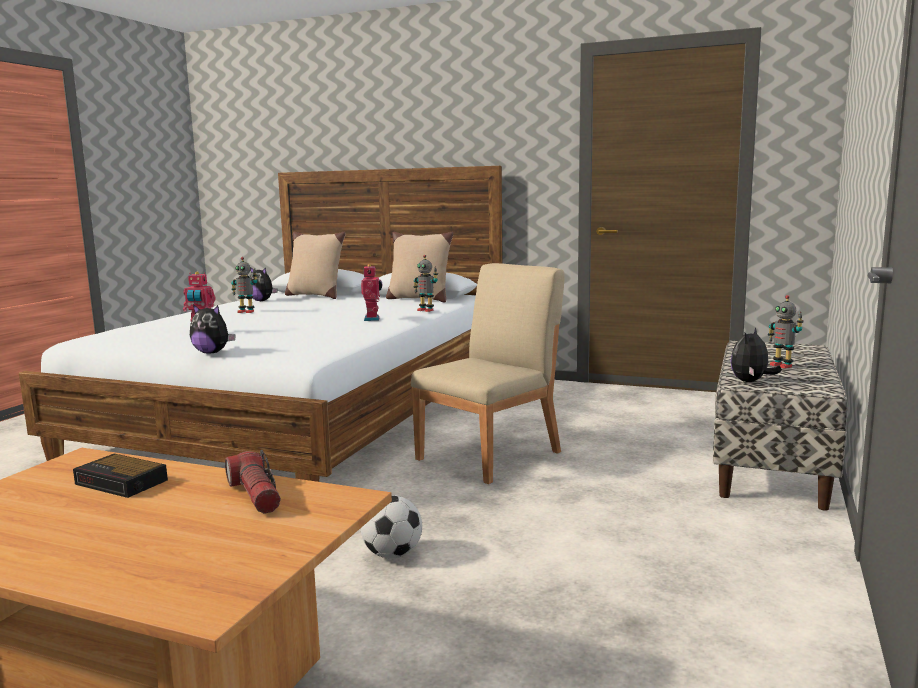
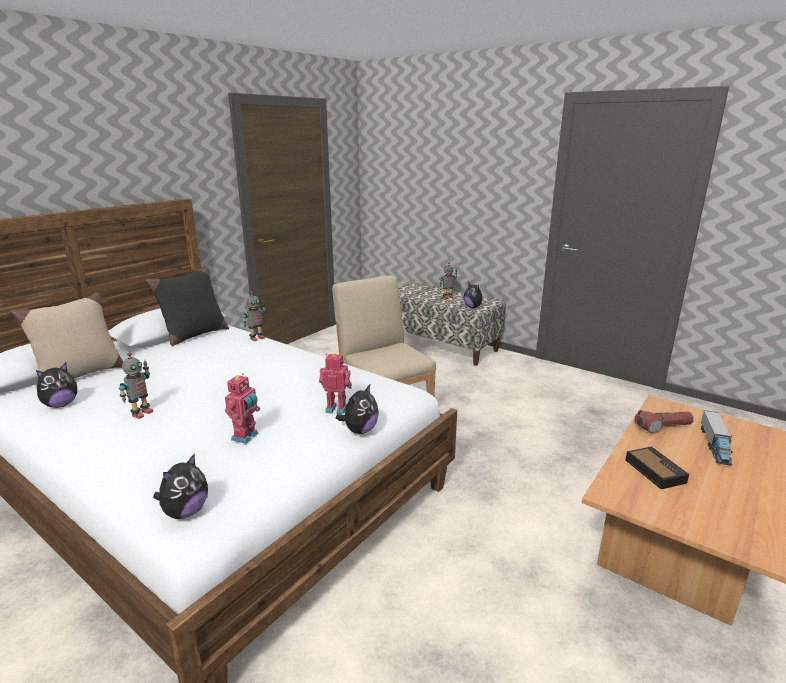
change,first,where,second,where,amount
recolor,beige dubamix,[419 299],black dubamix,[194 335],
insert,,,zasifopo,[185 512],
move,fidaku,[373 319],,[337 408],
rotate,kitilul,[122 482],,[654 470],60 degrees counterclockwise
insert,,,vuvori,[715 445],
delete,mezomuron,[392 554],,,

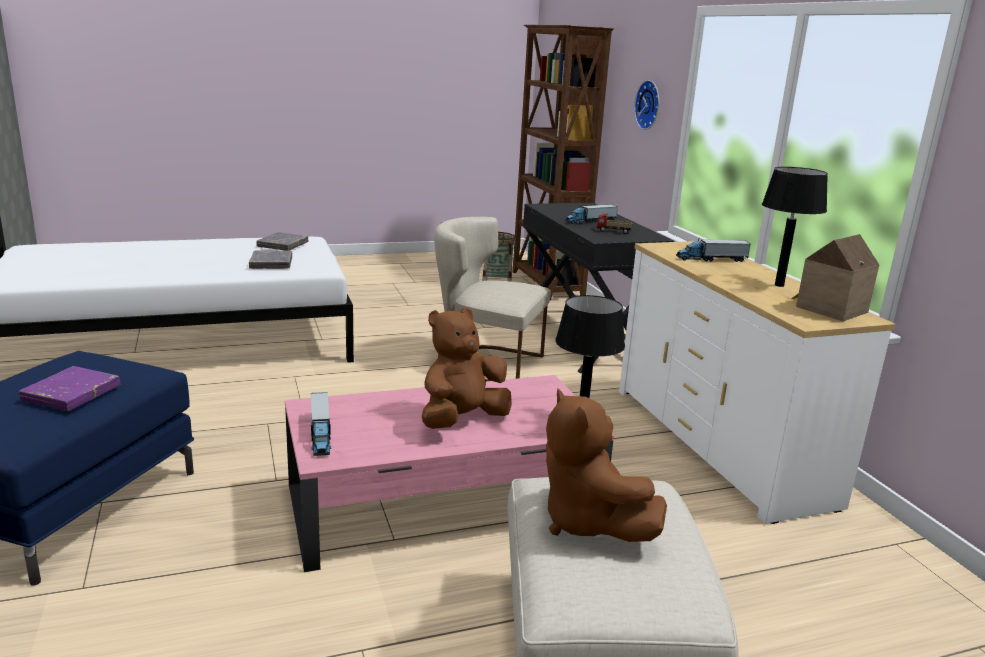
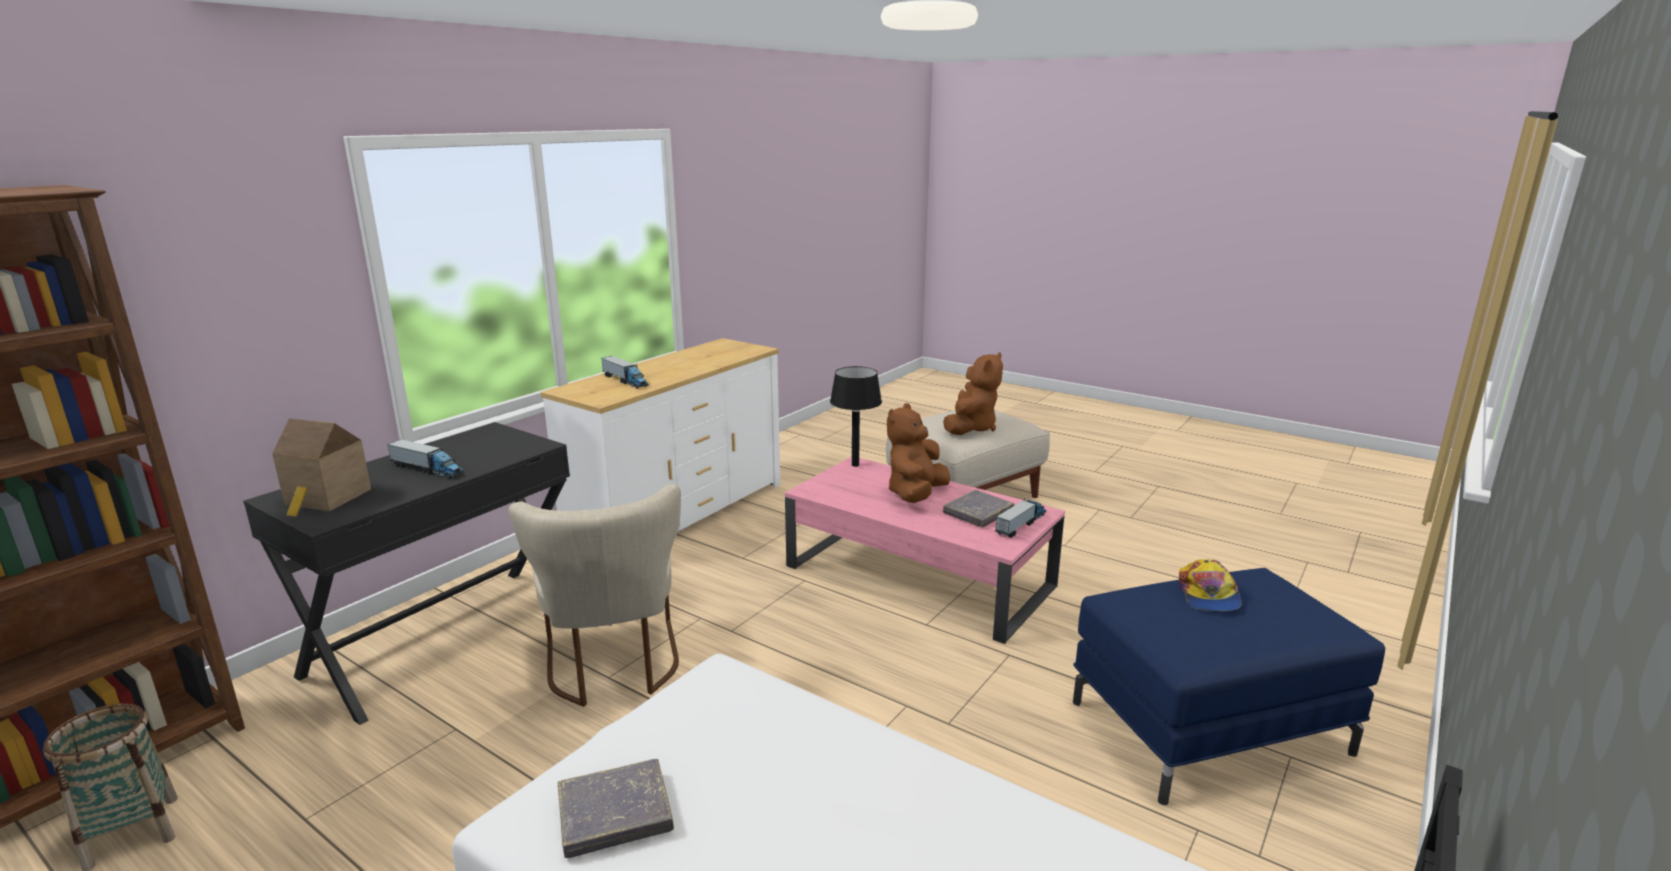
change,first,where,second,where,amount
move,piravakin,[828 309],,[326 498],
rotate,brown zasifopo,[462 420],,[916 495],105 degrees clockwise
move,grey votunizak,[271 263],,[978 513],
replace,purple votunizak,[71 394],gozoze,[1208 595],
delete,vuvori,[613 231],,,
delete,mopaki,[650 105],,,
delete,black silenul,[779 285],,,

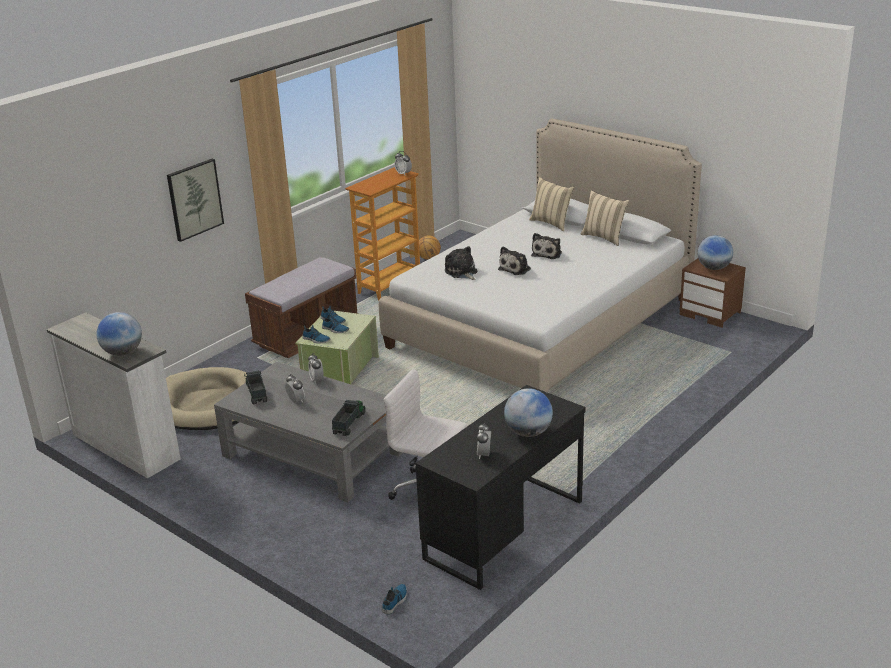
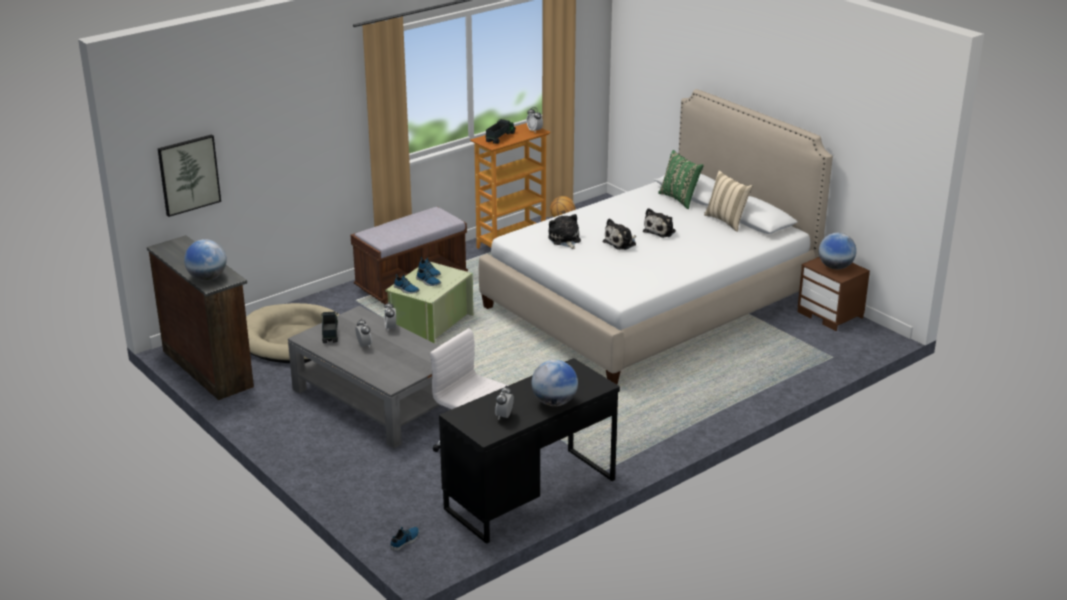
change,first,where,second,where,amount
recolor,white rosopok,[127 445],brown rosopok,[208 367],
move,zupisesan,[194 199],,[188 174],
move,vuvori,[349 423],,[500 137],
recolor,beige dubamix,[551 223],green dubamix,[680 199],

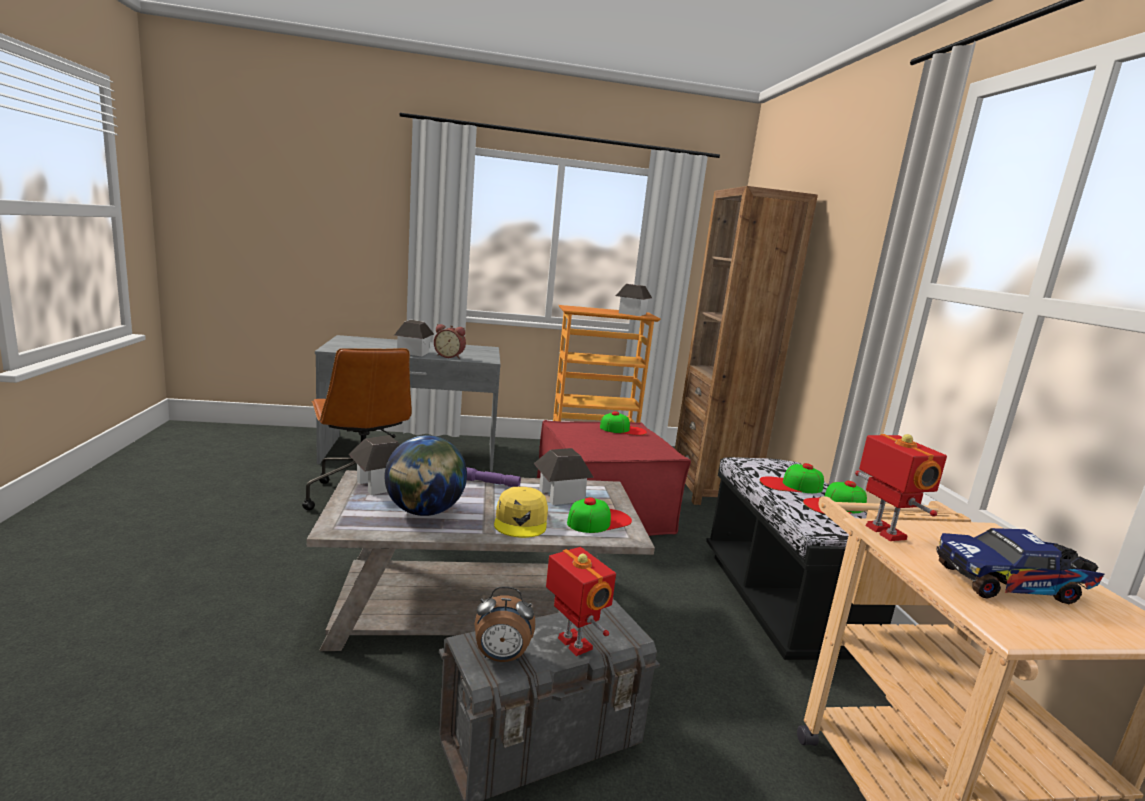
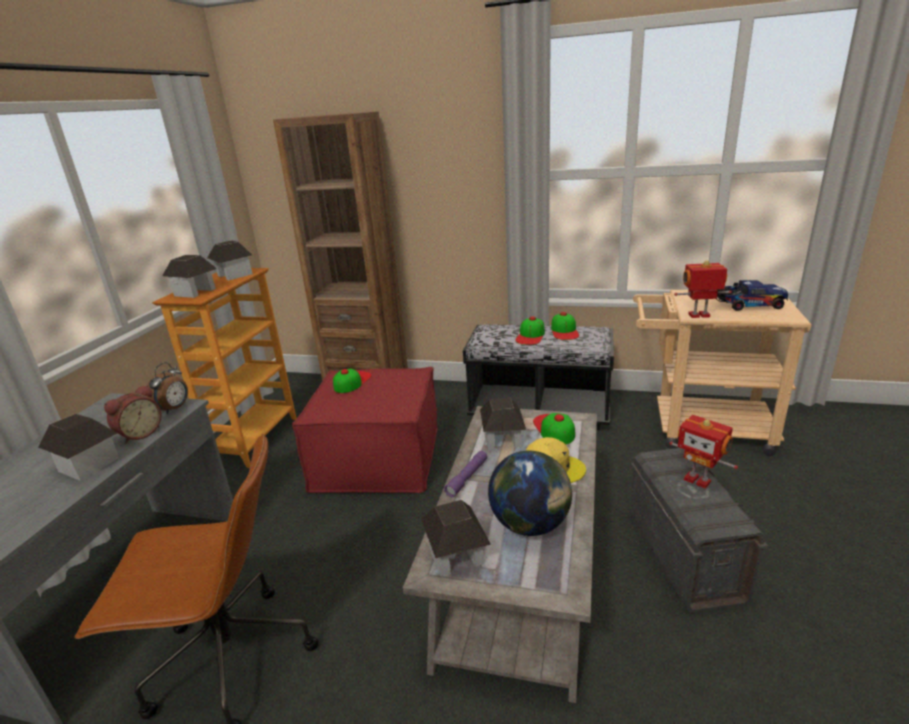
change,first,where,second,where,amount
move,kitilul,[501 657],,[174 409],
insert,,,piravakin,[195 292],
rotate,fidaku,[573 644],,[698 480],120 degrees counterclockwise
rotate,vuvori,[1012 585],,[747 306],105 degrees counterclockwise

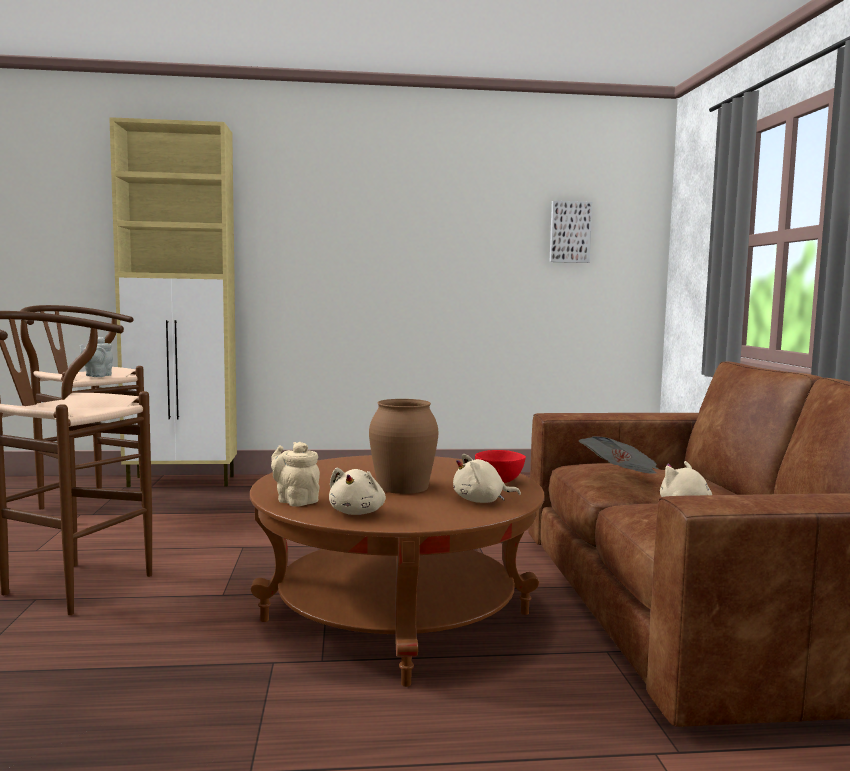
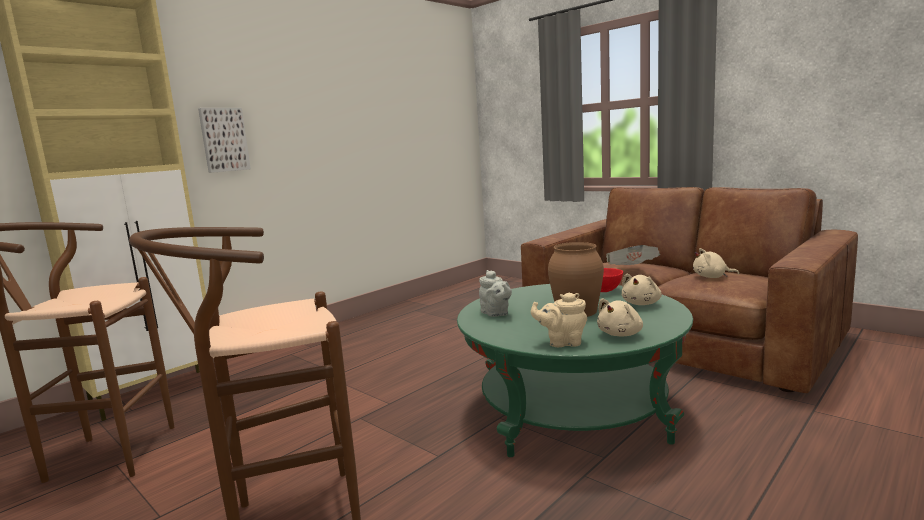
change,first,where,second,where,amount
move,zupisesan,[569 232],,[223 140],
recolor,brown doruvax,[396 616],green doruvax,[573 410],
move,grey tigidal,[97 376],,[496 313],
rotate,beige zasifopo,[358 512],,[621 334],75 degrees clockwise

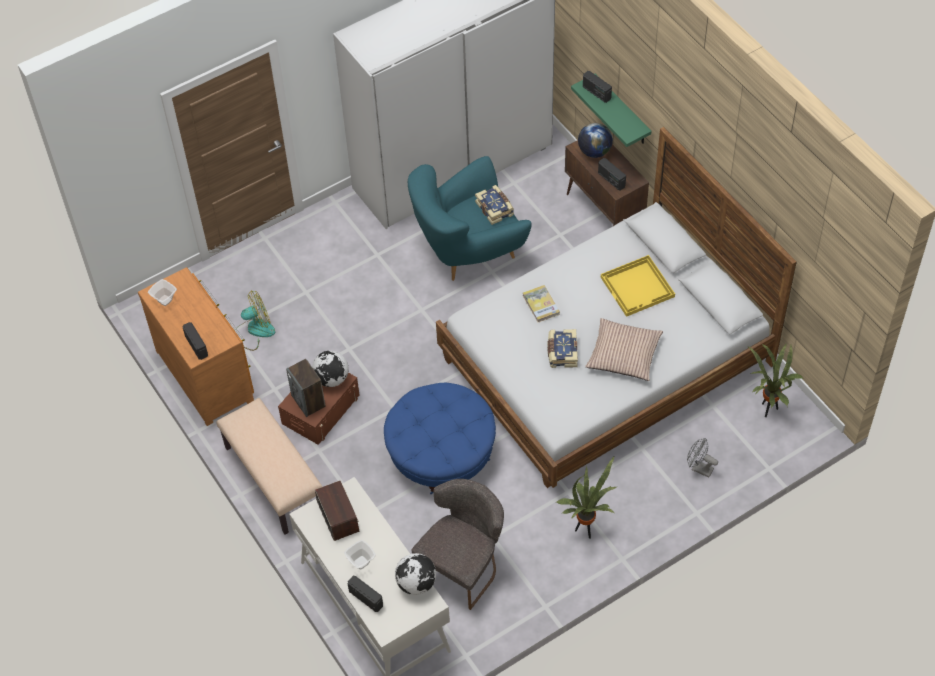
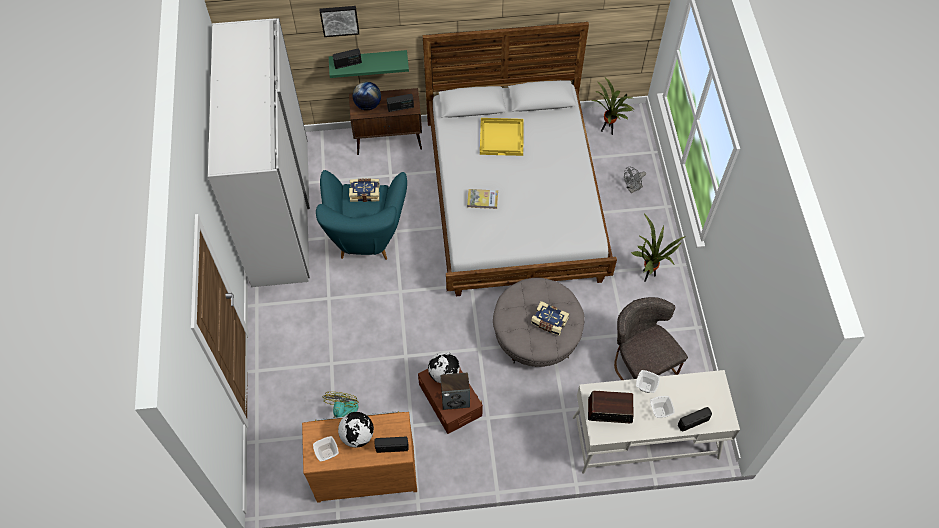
change,first,where,second,where,amount
insert,,,zupisesan,[339 20],
move,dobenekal,[416 583],,[357 435],
recolor,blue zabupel,[441 453],grey zabupel,[536 335],
move,votunizak,[562 352],,[549 322],
insert,,,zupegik,[645 386],
delete,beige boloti,[273 479],,,
delete,dubamix,[623 355],,,

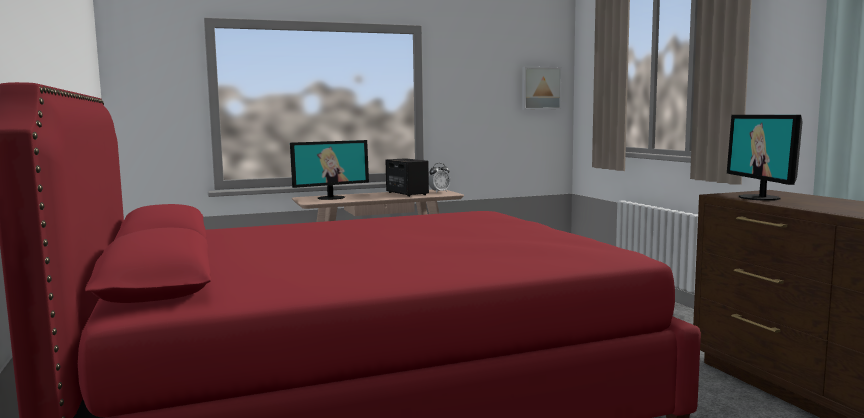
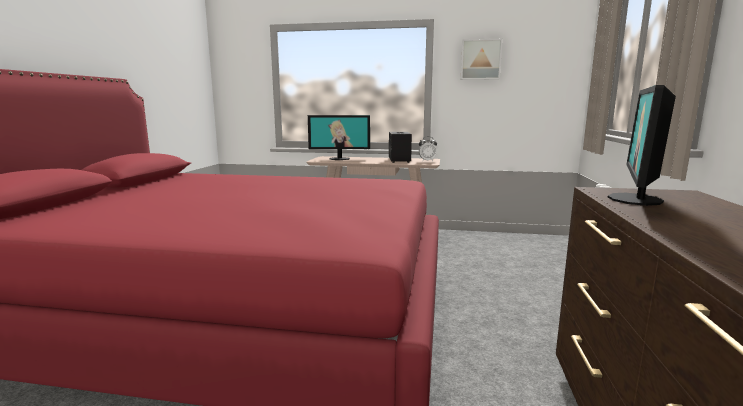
change,first,where,second,where,amount
move,zupisesan,[540 88],,[480 59],

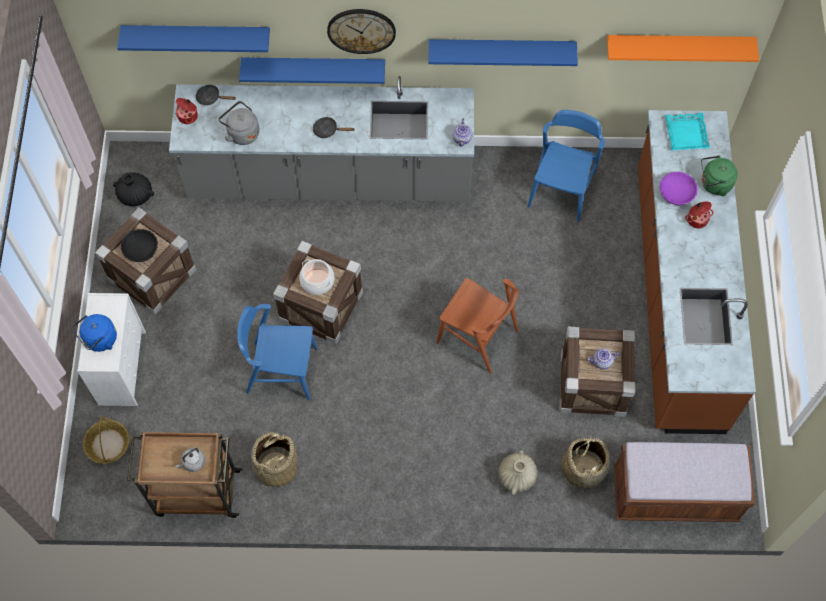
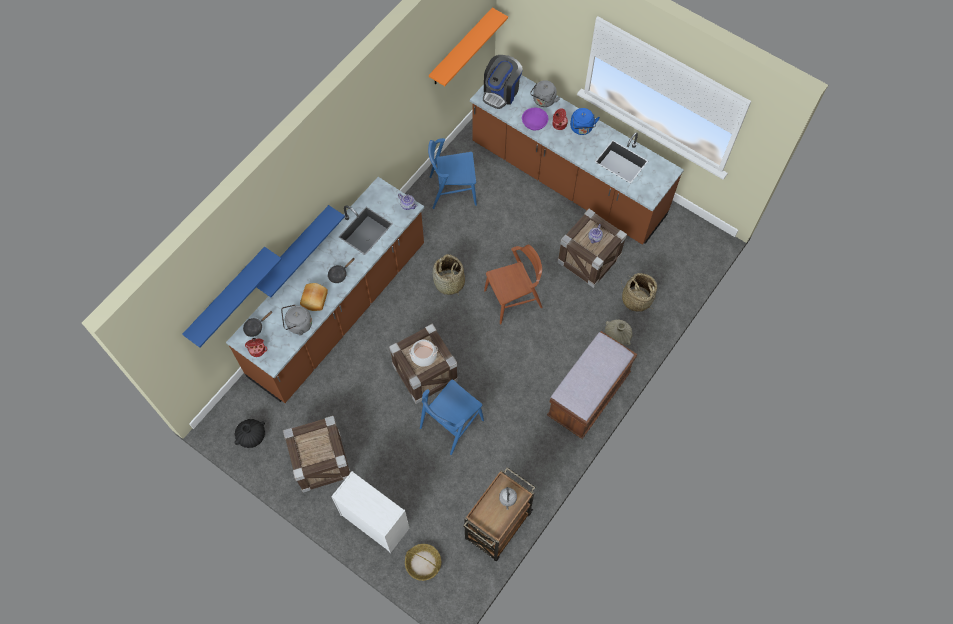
change,first,where,second,where,amount
recolor,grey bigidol,[330 179],brown bigidol,[339 311],
insert,,,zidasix,[315 299],
rotate,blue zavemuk,[561 189],,[452 190],60 degrees counterclockwise
move,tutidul,[276 467],,[449 283],
replace,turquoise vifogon,[686 134],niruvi,[501 92],
recolor,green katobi,[714 184],grey katobi,[543 101],
move,brown boloti,[674 495],,[588 395],
move,blue katobi,[99 340],,[582 128],
delete,black zupegik,[141 250],,,
delete,mopaki,[361 30],,,
delete,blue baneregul,[501 49],,,

